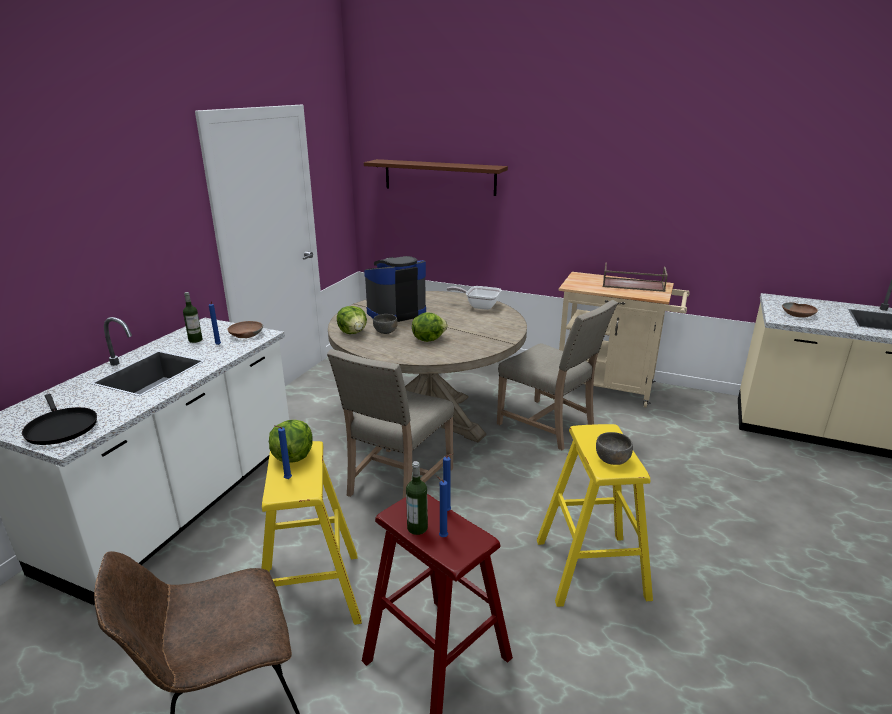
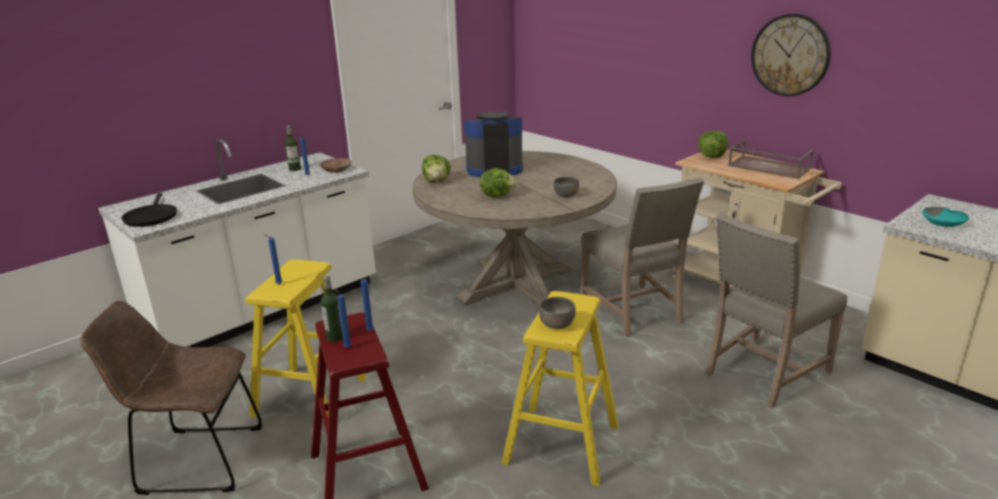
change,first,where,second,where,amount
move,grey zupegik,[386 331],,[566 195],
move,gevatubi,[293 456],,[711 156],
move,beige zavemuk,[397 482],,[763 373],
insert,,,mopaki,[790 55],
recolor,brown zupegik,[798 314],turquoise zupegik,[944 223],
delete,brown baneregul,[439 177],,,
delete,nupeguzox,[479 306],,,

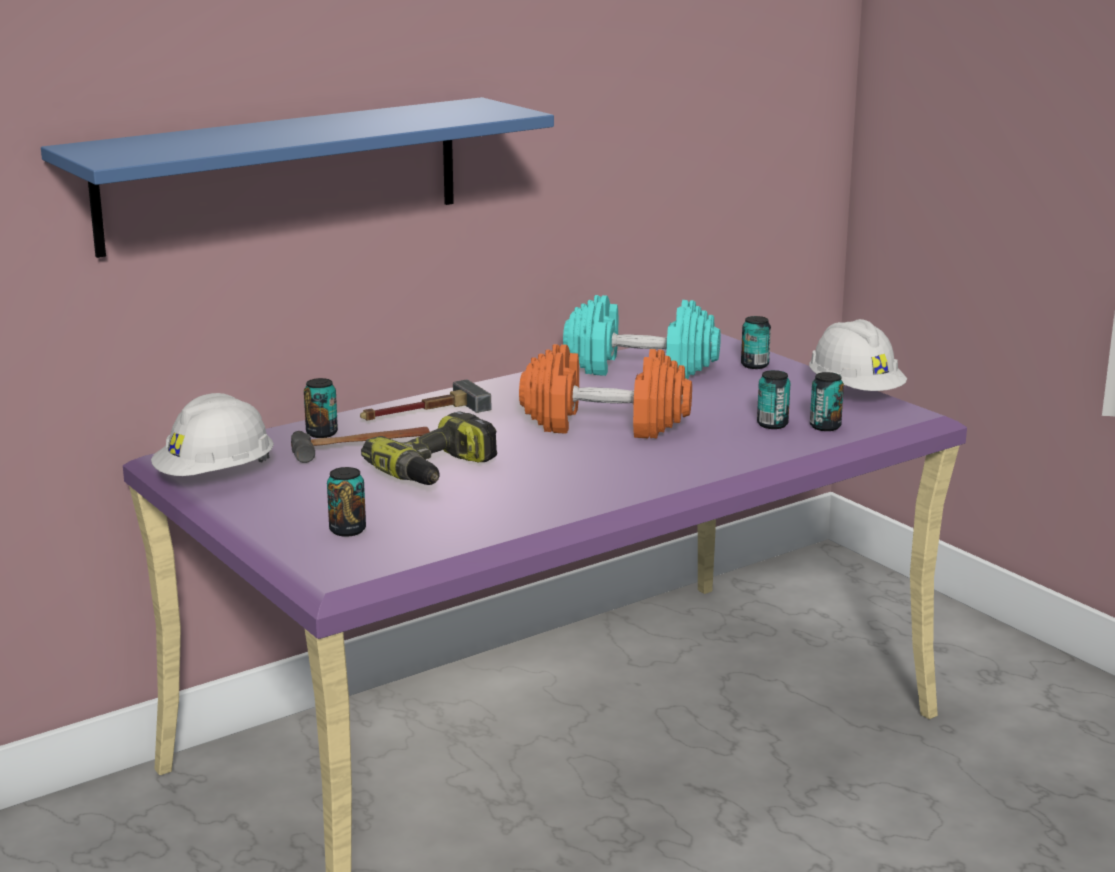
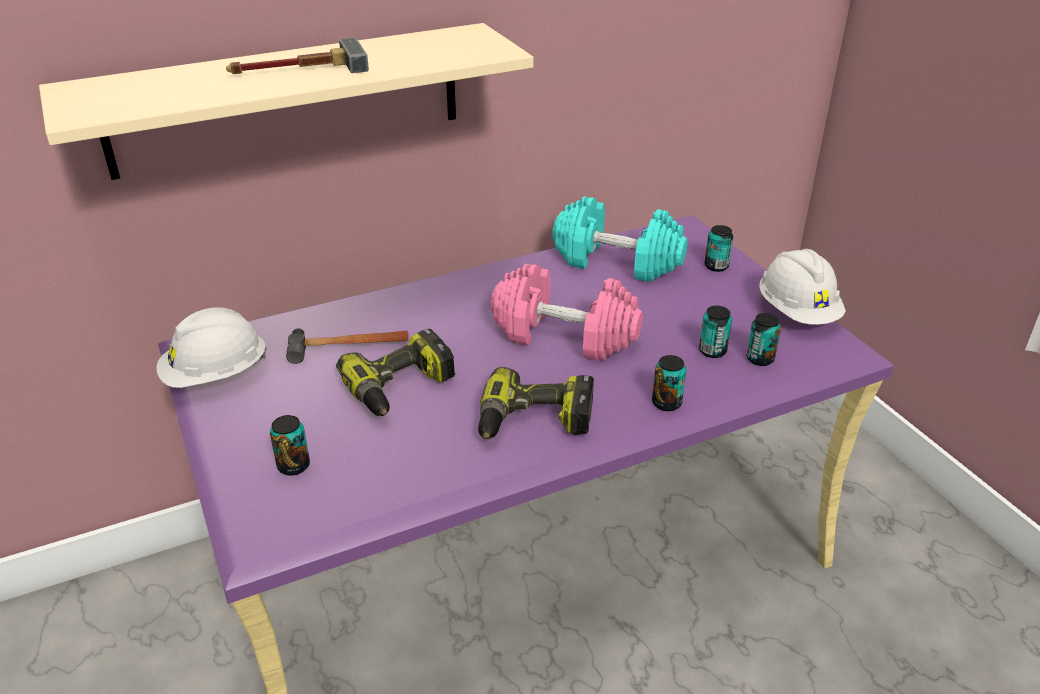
change,first,where,second,where,amount
recolor,blue baneregul,[281 174],beige baneregul,[287 100],
move,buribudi,[421 413],,[297 70],
insert,,,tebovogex,[534 422],
recolor,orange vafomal,[605 424],pink vafomal,[565 335],
move,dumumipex,[322 433],,[666 403],

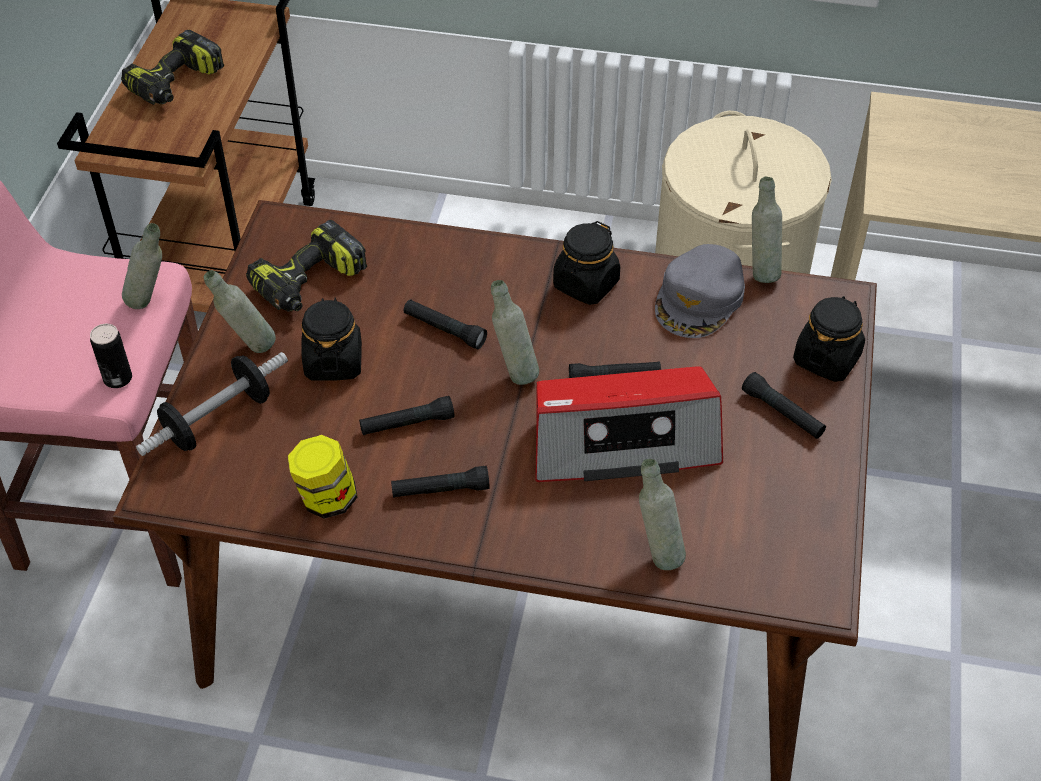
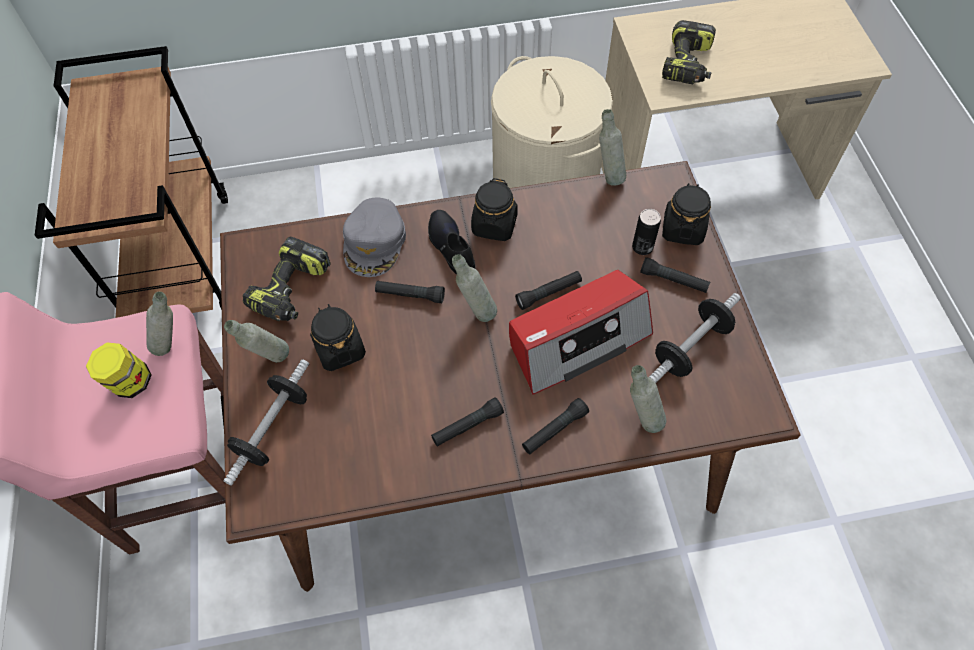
change,first,where,second,where,amount
move,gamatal,[326 499],,[130 383],
move,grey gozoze,[700 299],,[375 242],
insert,,,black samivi,[451 246],
move,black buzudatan,[407 424],,[554 430],
move,dumumipex,[118 378],,[642 247],
insert,,,vafomal,[691 347],
move,tebovogex,[176 84],,[688 64],

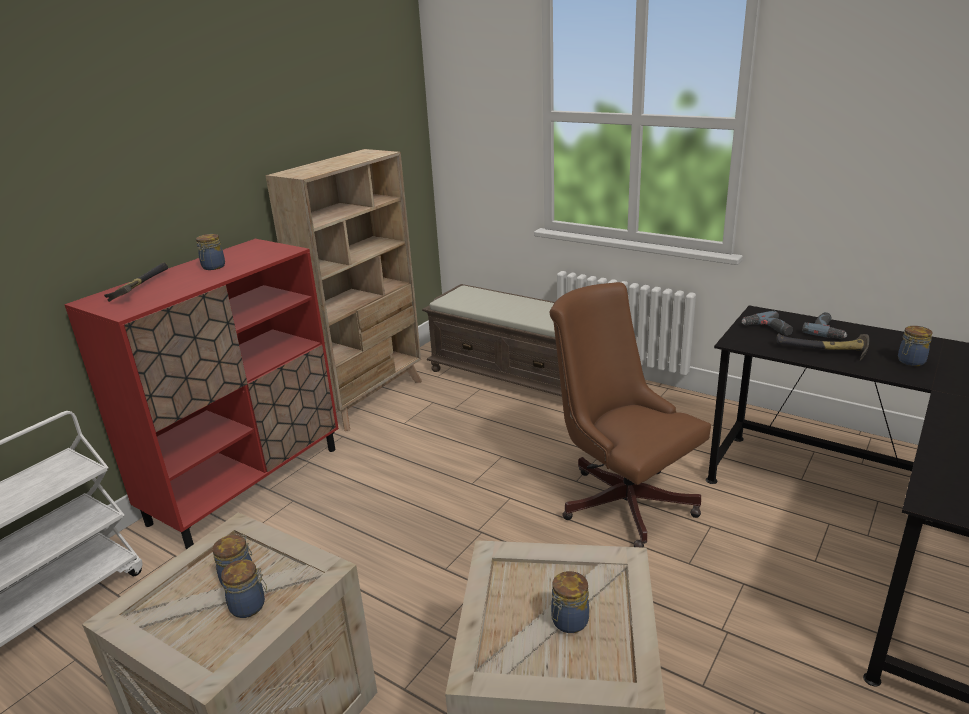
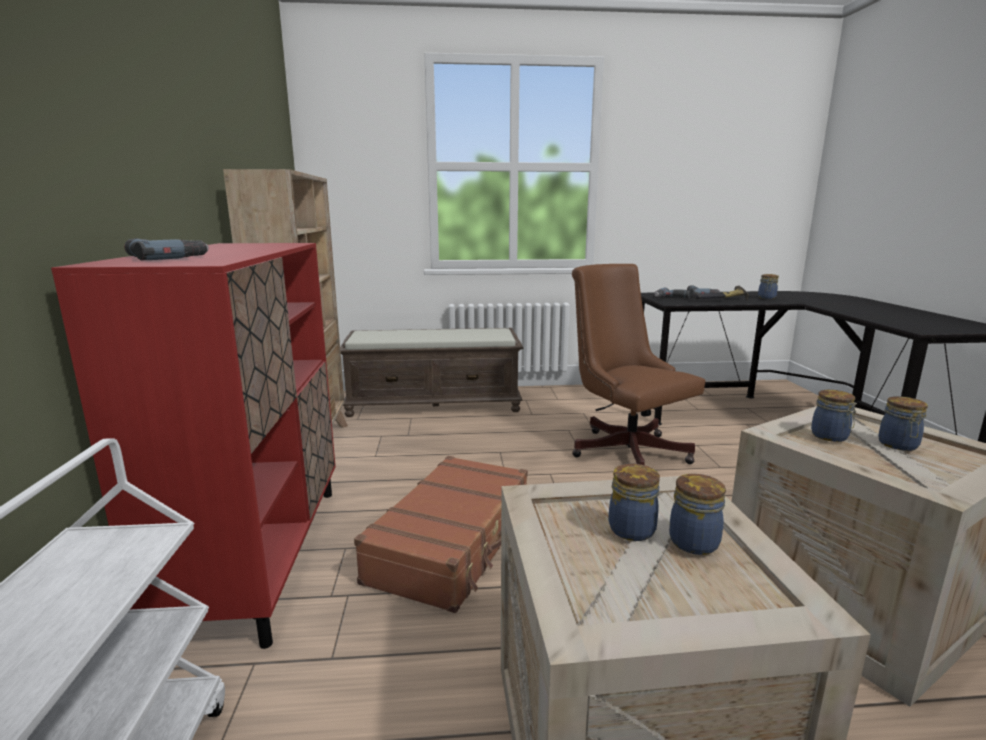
change,first,where,second,where,amount
replace,buribudi,[138 290],tebovogex,[164 257],
insert,,,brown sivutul,[453 543],
rotate,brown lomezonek,[621 499],,[625 449],45 degrees clockwise
move,gamatal,[213 267],,[830 437],

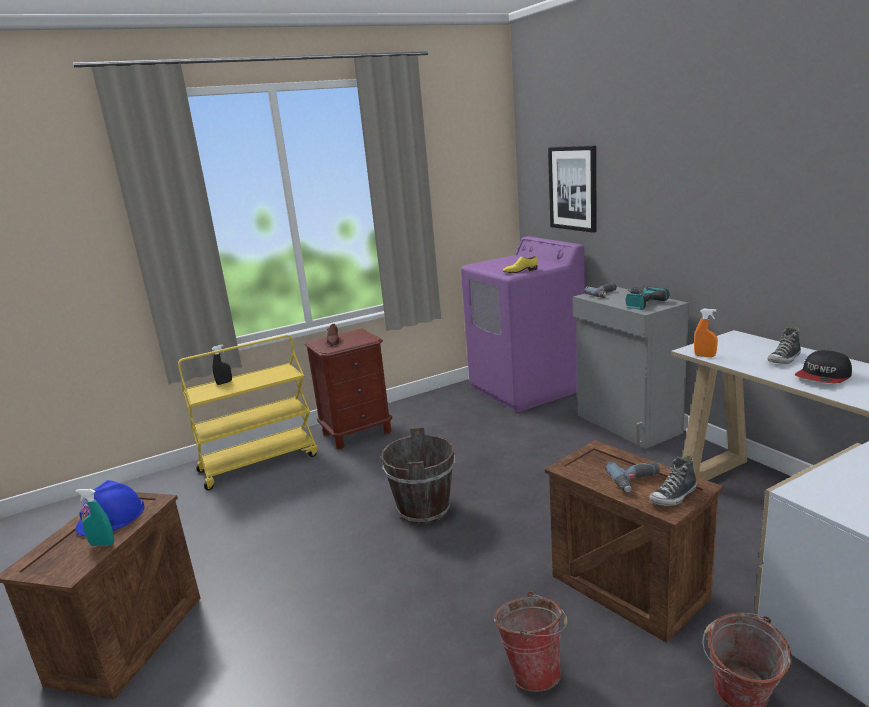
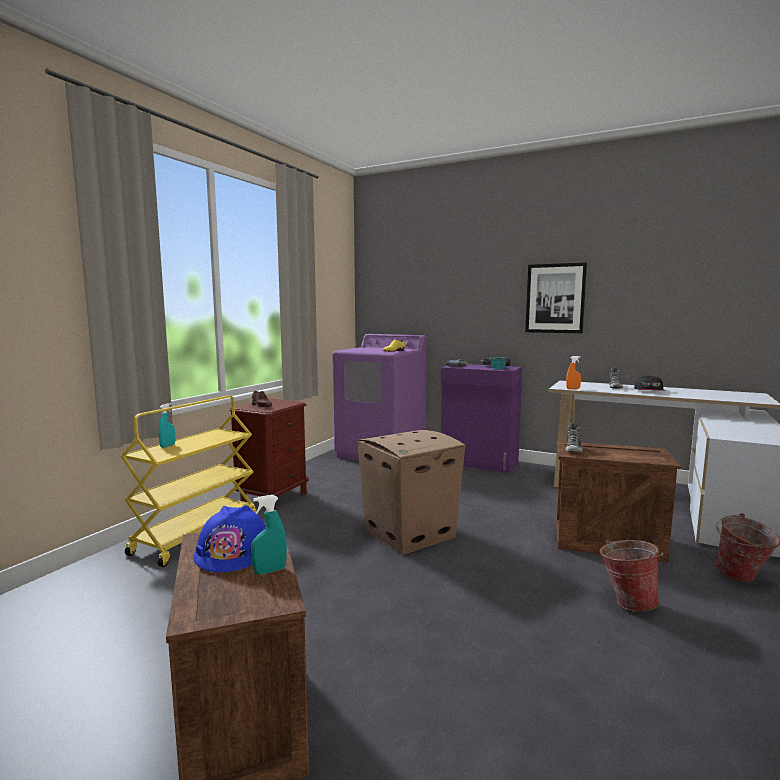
change,first,where,second,where,amount
recolor,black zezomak,[224 383],turquoise zezomak,[167 446],
replace,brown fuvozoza,[424 510],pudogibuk,[410 533],
recolor,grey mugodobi,[627 424],purple mugodobi,[479 462],
move,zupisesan,[573 188],,[555 298],
move,samivi,[673 496],,[573 450],
delete,tebovogex,[636 481],,,

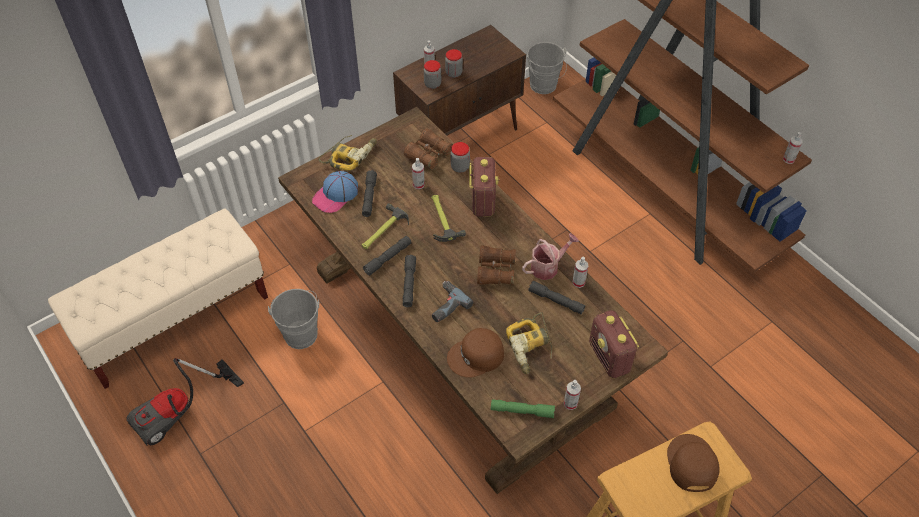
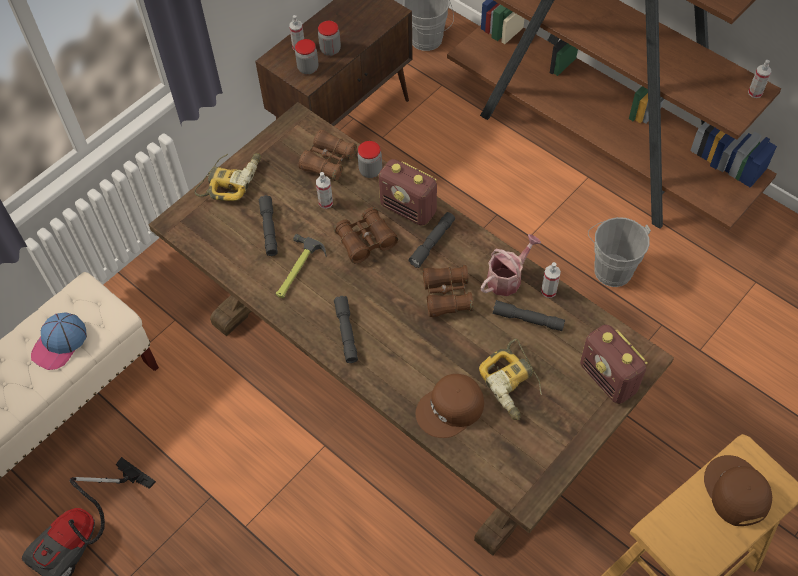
change,first,where,second,where,amount
move,gozoze,[336 195],,[60 344],
replace,buribudi,[442 218],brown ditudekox,[366 241],
rotate,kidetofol,[482 201],,[409 209],135 degrees clockwise
move,grey buzudatan,[388 258],,[432 243],
move,grey fuvozoza,[300 331],,[611 267],
delete,tebovogex,[445 305],,,
delete,green buzudatan,[522 411],,,
delete,zezomak,[570 403],,,

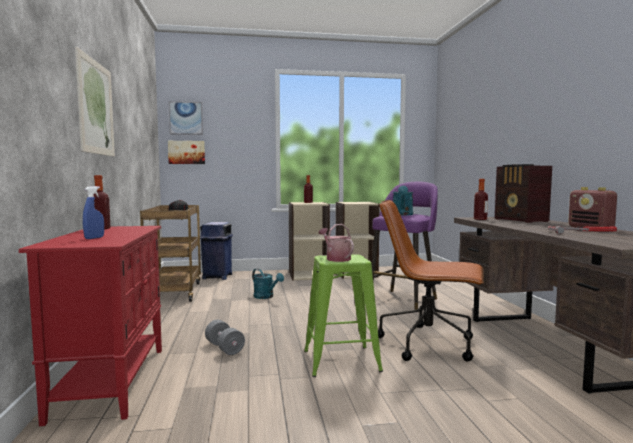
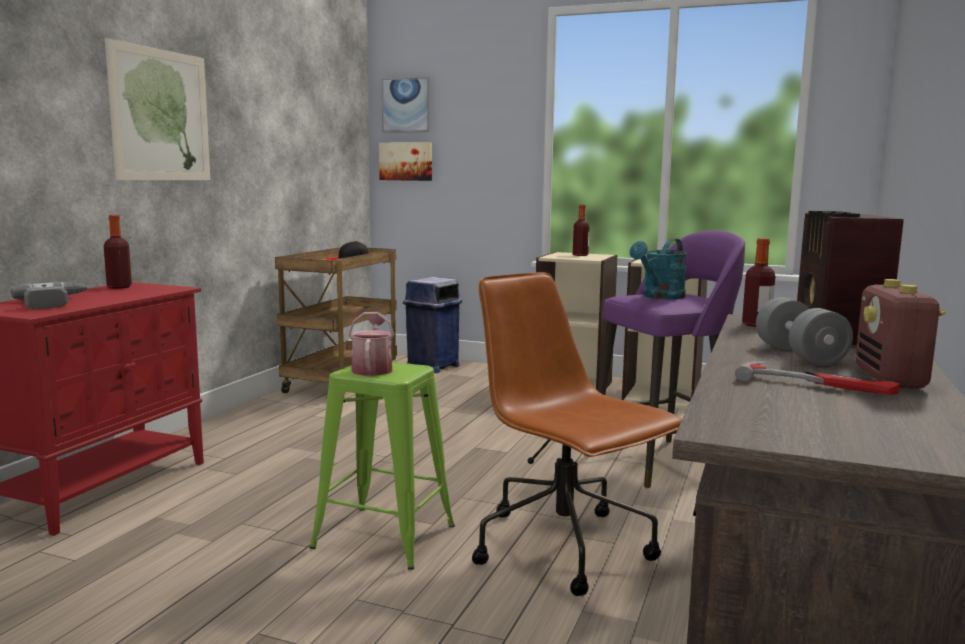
change,first,where,second,where,amount
replace,blue zezomak,[94 238],tebovogex,[56 302],
move,grey vafomal,[224 348],,[799 355],
delete,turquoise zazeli,[266 297],,,

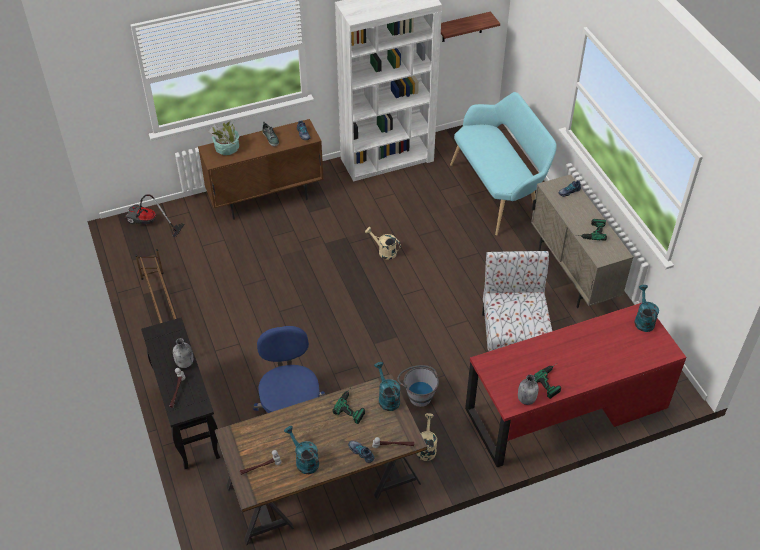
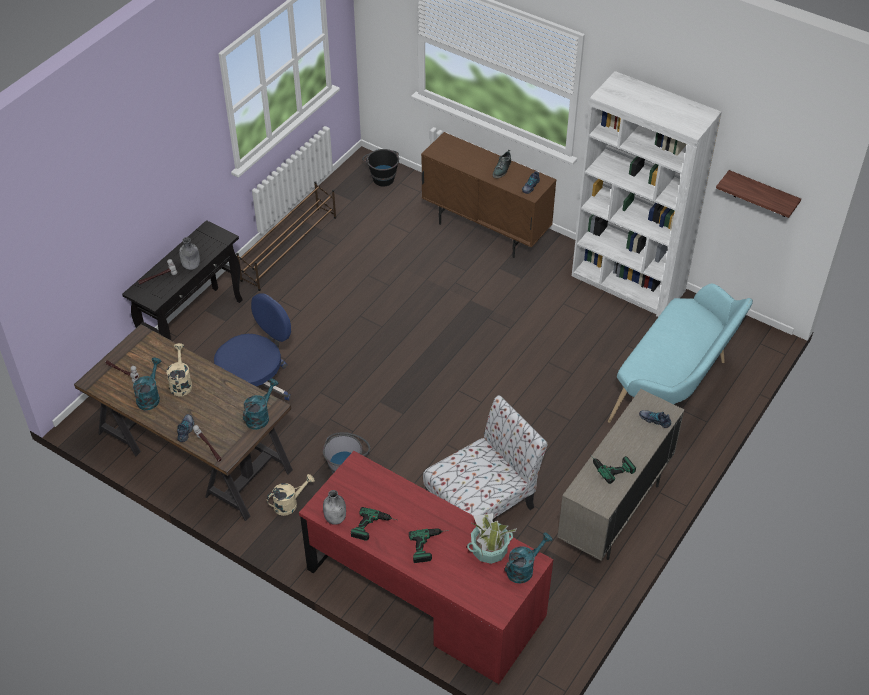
change,first,where,second,where,amount
move,beige zazeli,[384 251],,[181 383],
replace,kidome,[149 224],black fuvozoza,[382 176],
move,tebovogex,[352 405],,[431 546],
move,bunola,[227 148],,[489 550],

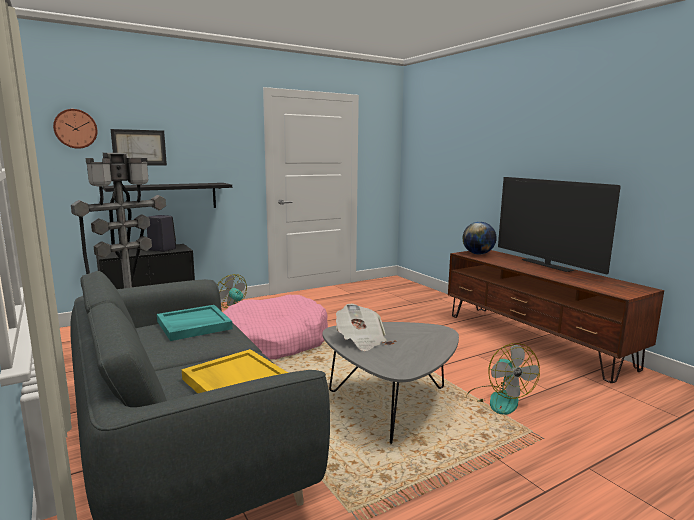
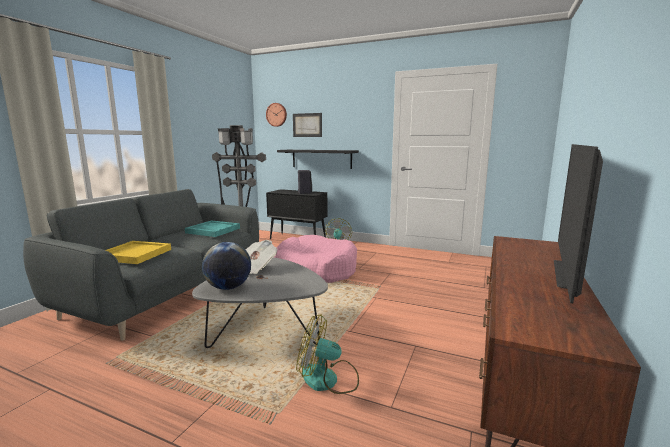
change,first,where,second,where,amount
move,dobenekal,[478 254],,[228 287],
rotate,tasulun,[498 399],,[328 379],60 degrees clockwise

